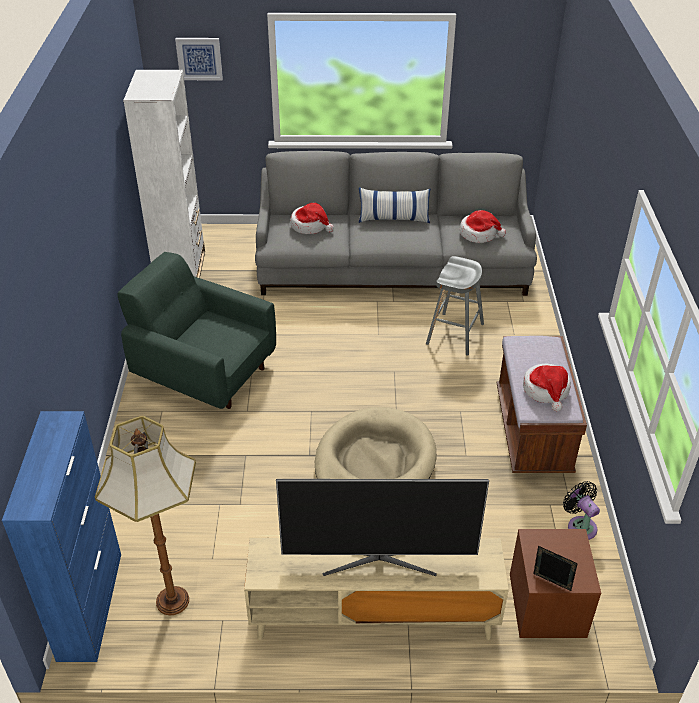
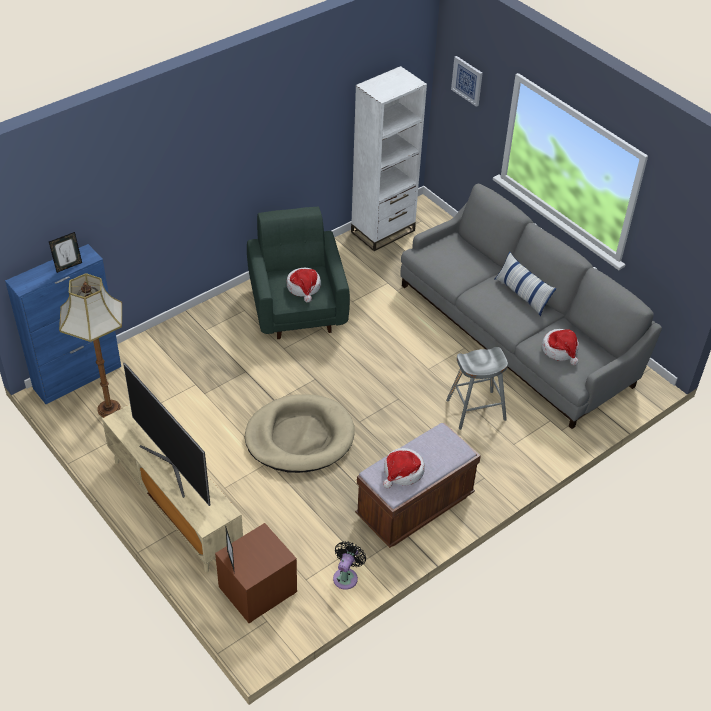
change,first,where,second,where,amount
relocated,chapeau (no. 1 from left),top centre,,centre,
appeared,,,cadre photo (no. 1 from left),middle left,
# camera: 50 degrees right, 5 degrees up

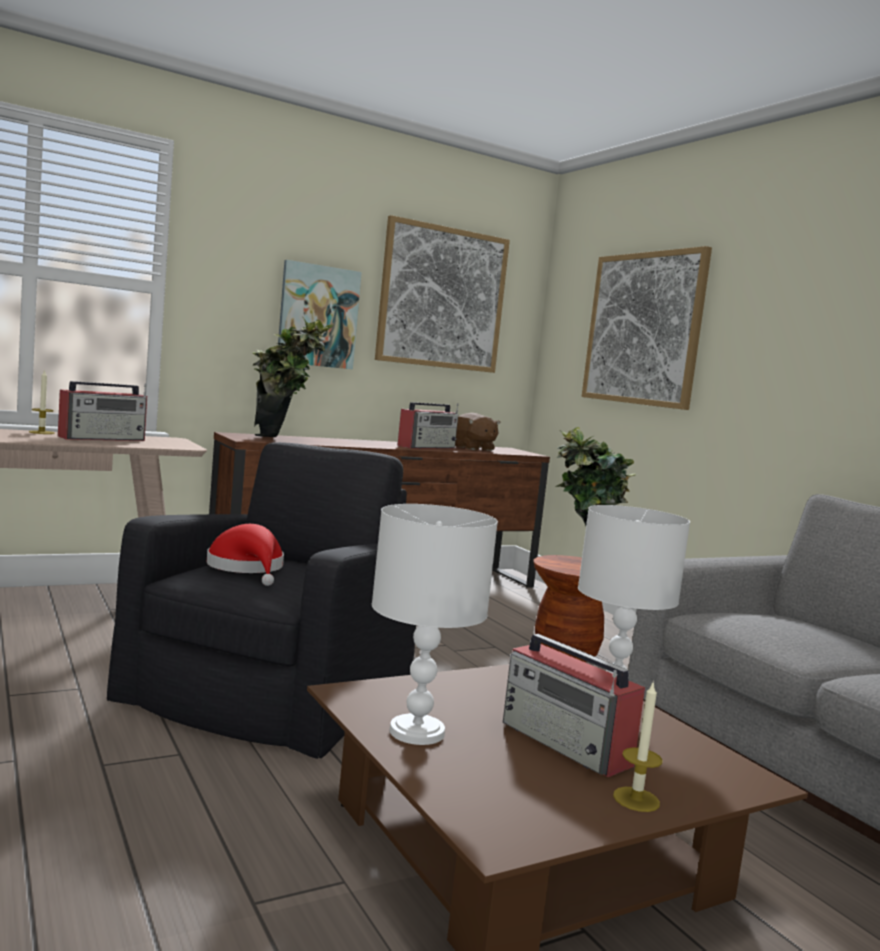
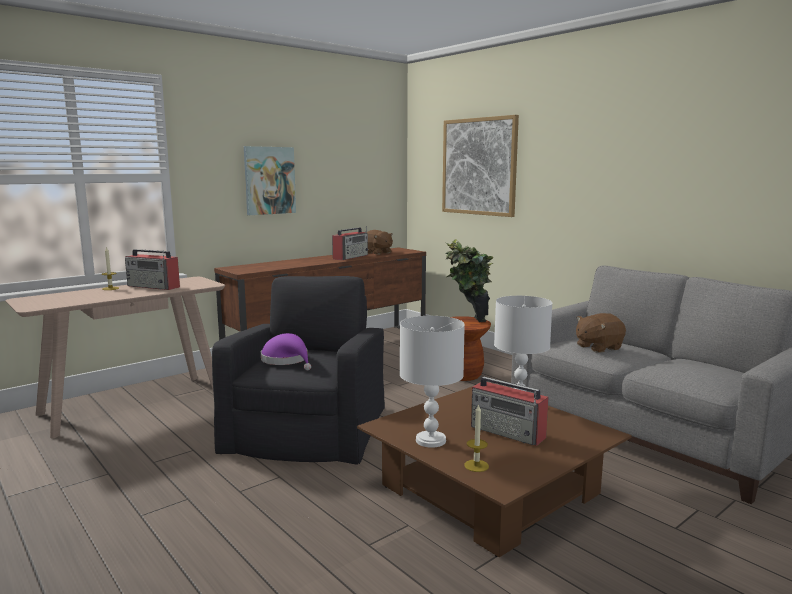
change,first,where,second,where,amount
missing,tableau (no. 2 from left),top centre,,,
missing,plante en pot (no. 1 from left),middle left,,,
spun,radio (no. 1 from left),middle left,,middle left,75 degrees clockwise
colour,chapeau [rouge],middle left,chapeau [violet],centre,
relocated,bougie (no. 2 from left),bottom right,,bottom centre,
appeared,,,peluche [marron] (no. 2 from left),middle right,
# camera: 10 degrees left, 5 degrees up

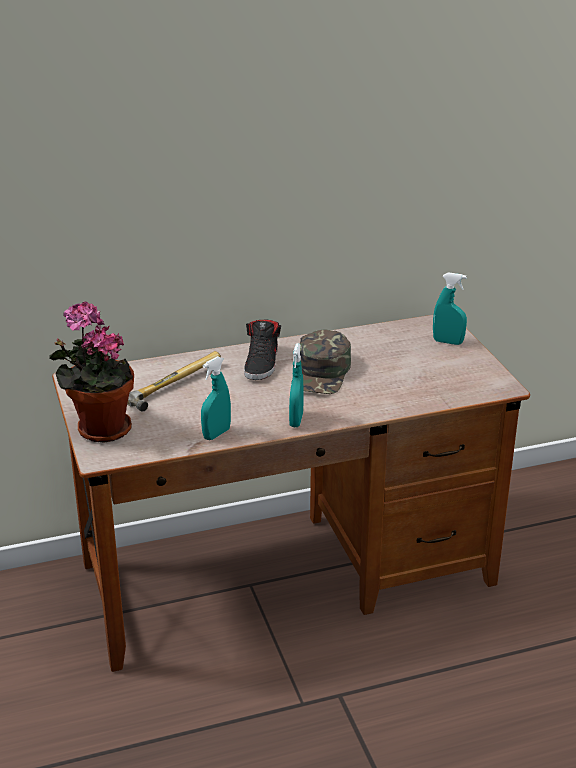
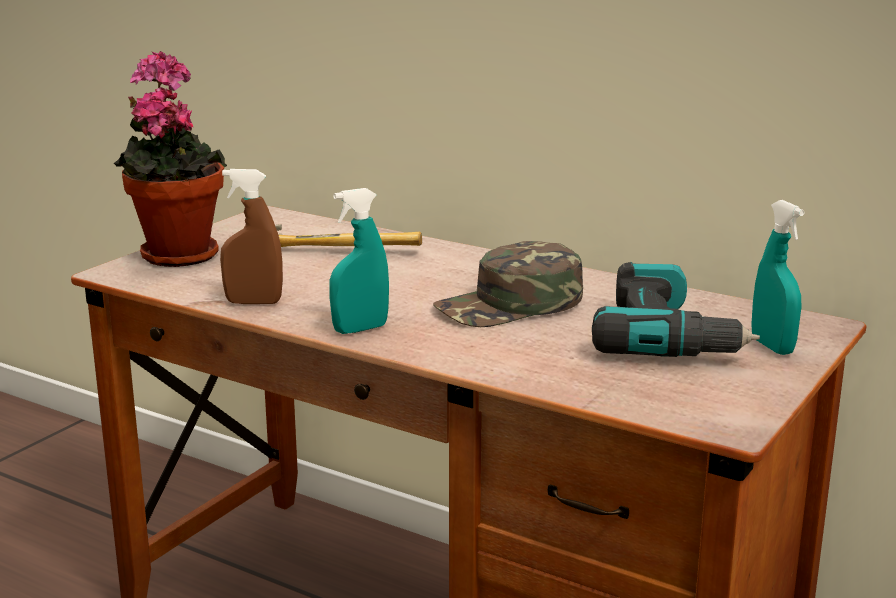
change,first,where,second,where,amount
missing,chaussure [noir],centre,,,
colour,vaporisateur [turquoise] (no. 1 from left),centre,vaporisateur [marron],middle left,
appeared,,,perceuse,middle right,
# camera: 50 degrees right, 10 degrees down

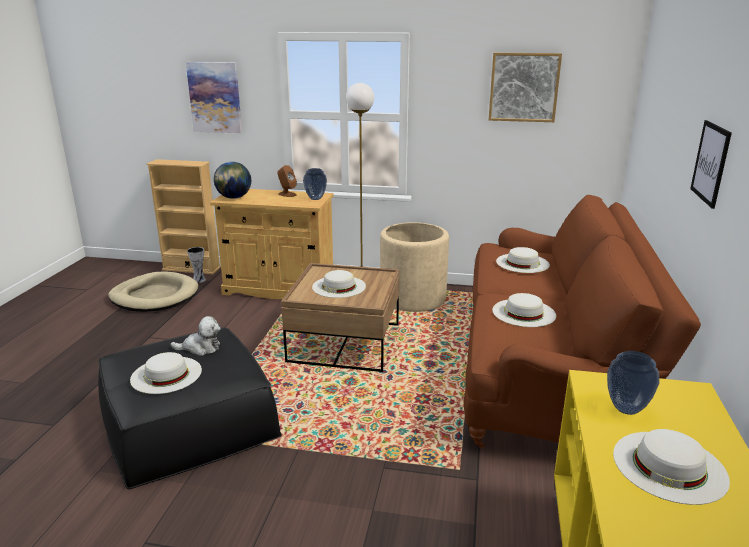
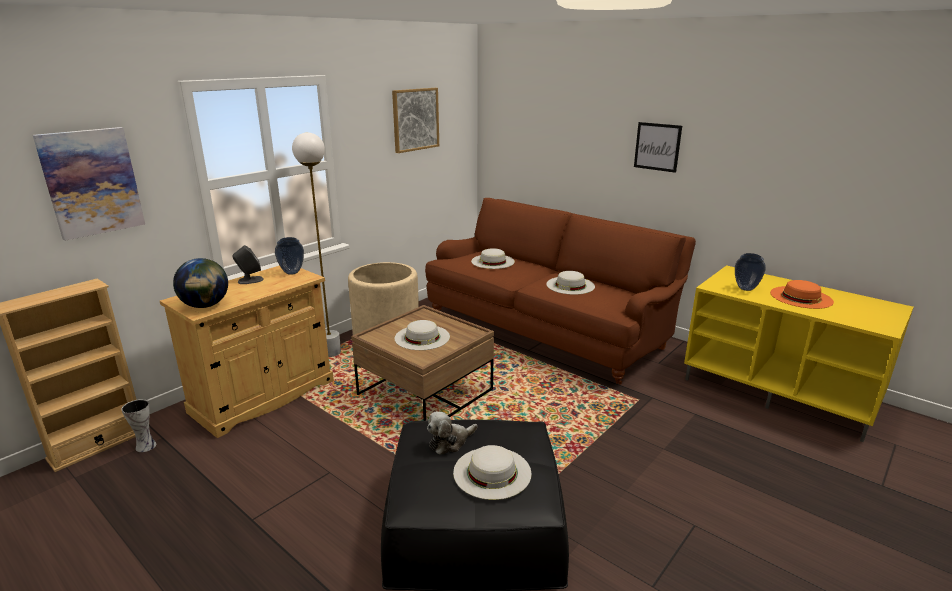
change,first,where,second,where,amount
colour,enceinte [marron],top centre,enceinte [gris],middle left,
missing,panier pour chien [beige],middle left,,,
spun,peluche,middle left,,bottom centre,150 degrees counterclockwise
colour,chapeau [blanc] (no. 5 from left),bottom right,chapeau [orange],middle right,
# camera: 60 degrees left, 0 degrees up

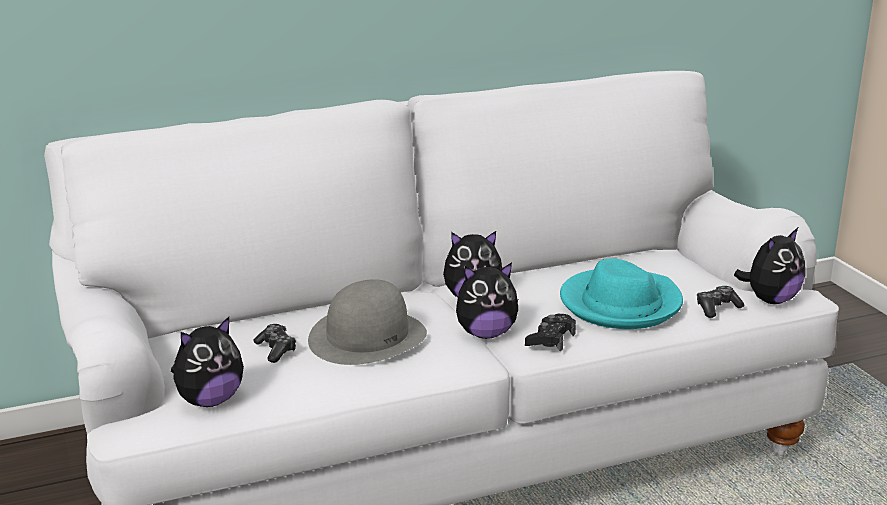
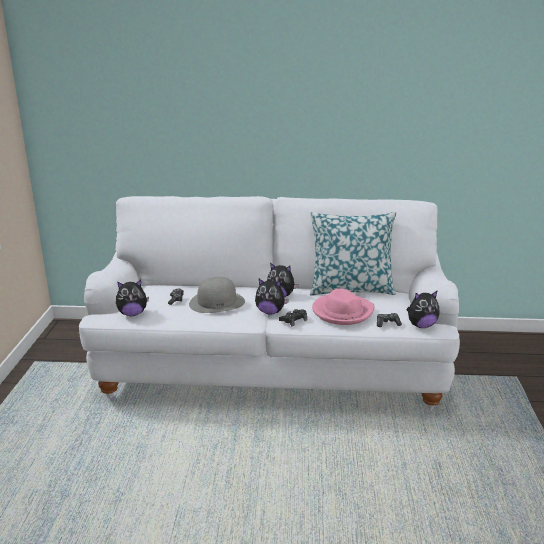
change,first,where,second,where,amount
colour,chapeau [turquoise],middle right,chapeau [rose],centre,
appeared,,,coussin,centre,
# camera: 25 degrees right, 0 degrees up

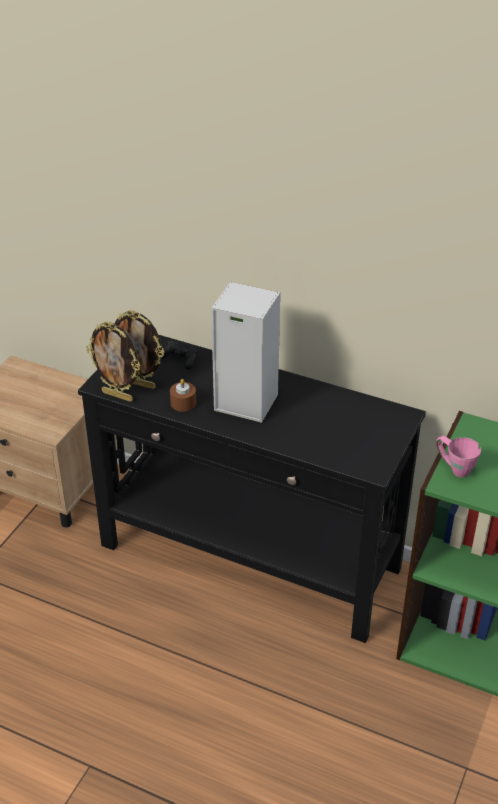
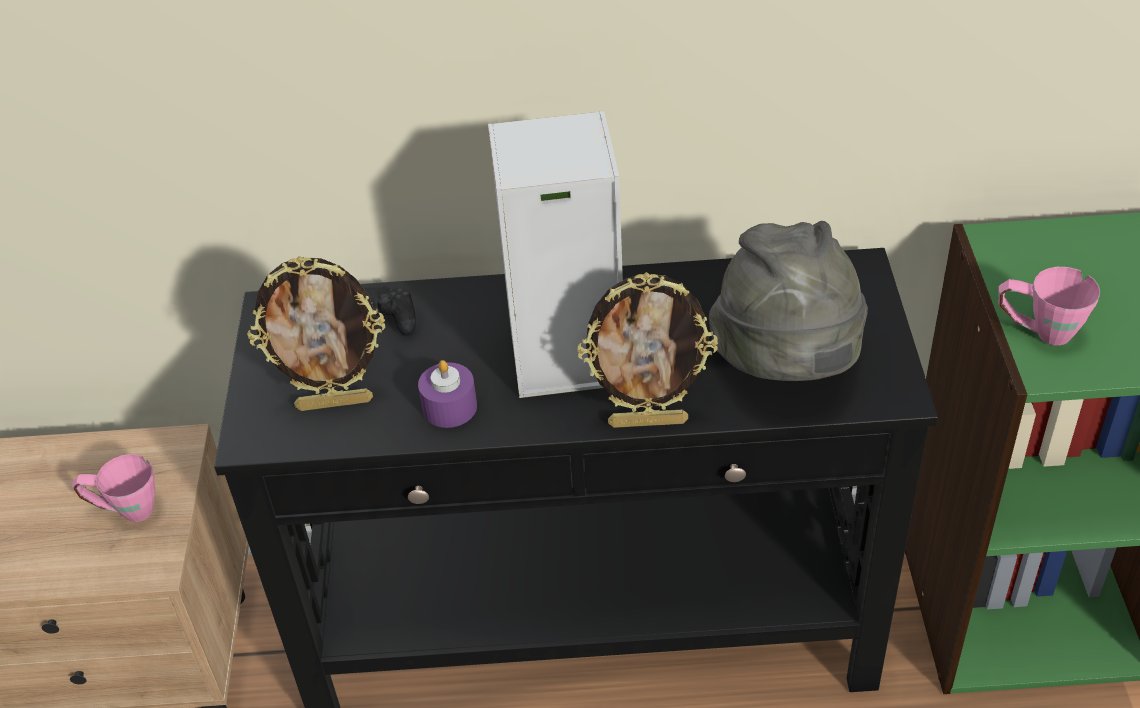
change,first,where,second,where,amount
relocated,cadre photo (no. 1 from left in the first image),middle left,cadre photo (no. 2 from left),centre,
colour,bougie [marron],centre,bougie [violet],centre,
appeared,,,chapeau [gris],middle right,
appeared,,,mug [rose] (no. 1 from left),bottom left,
# camera: 25 degrees left, 5 degrees up

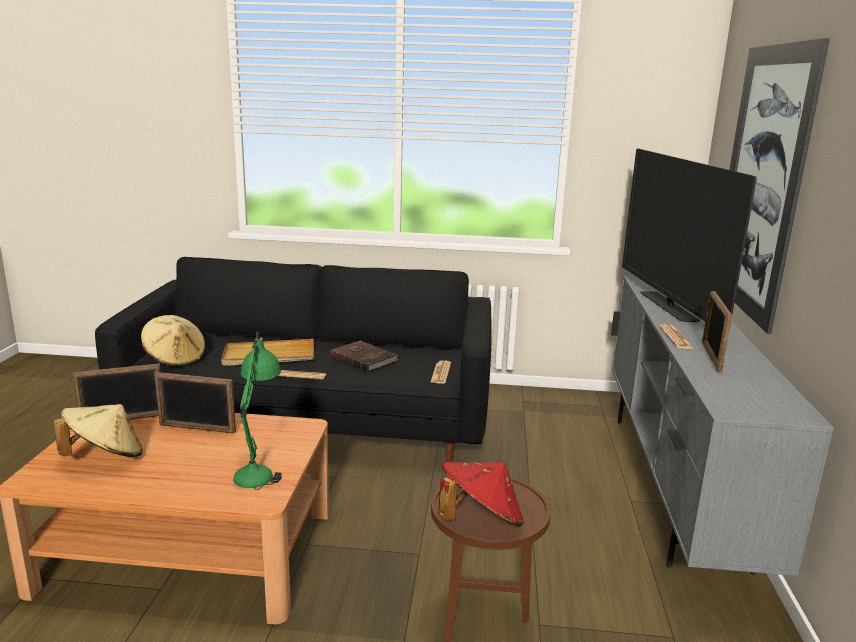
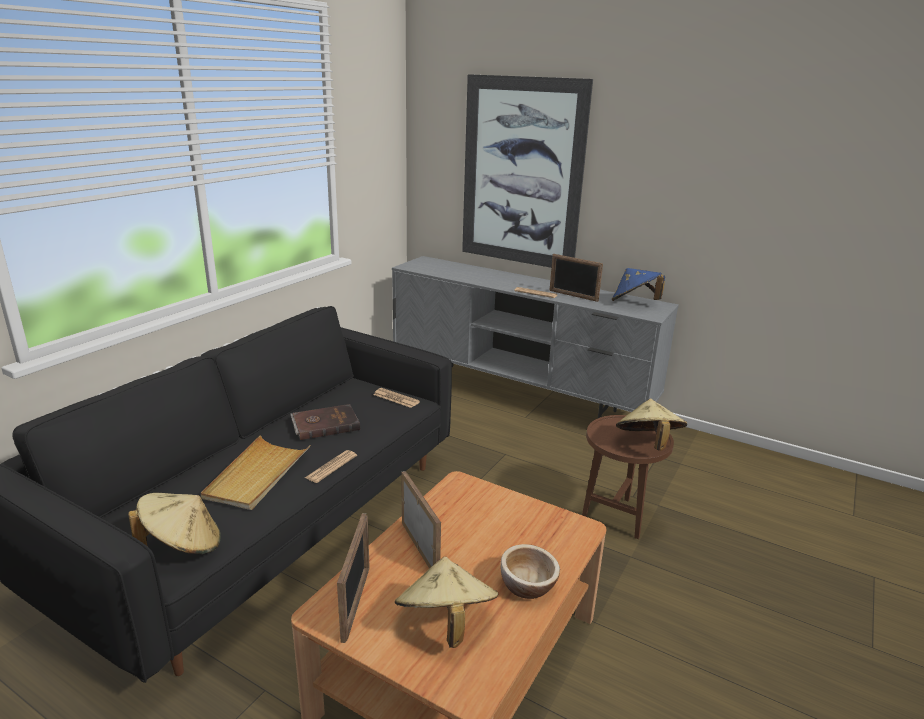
change,first,where,second,where,amount
missing,téléviseur,middle right,,,
missing,lampe de table [vert],middle left,,,
spun,cadre photo (no. 2 from left),middle left,,bottom centre,60 degrees counterclockwise
colour,chapeau [rouge],bottom centre,chapeau [beige] (no. 3 from left),middle right,
appeared,,,chapeau [bleu],middle right,
appeared,,,bol,bottom centre,
# camera: 65 degrees left, 5 degrees up

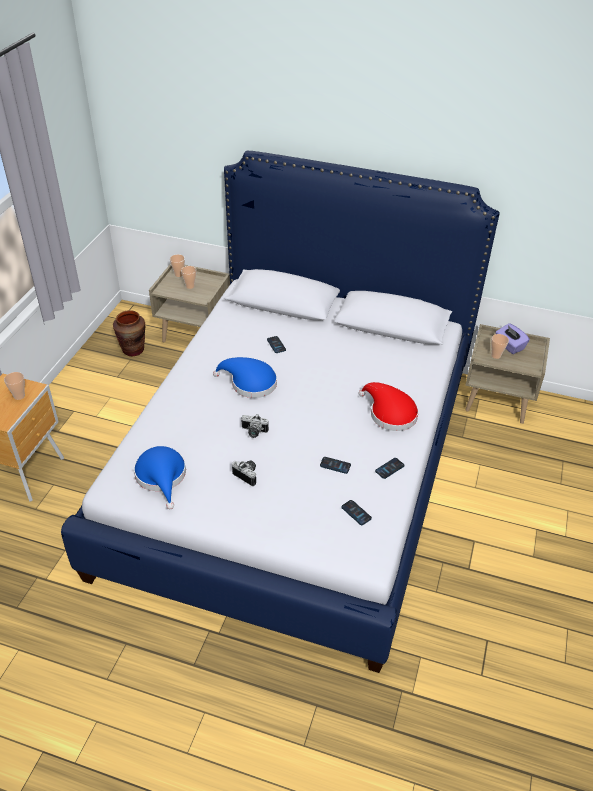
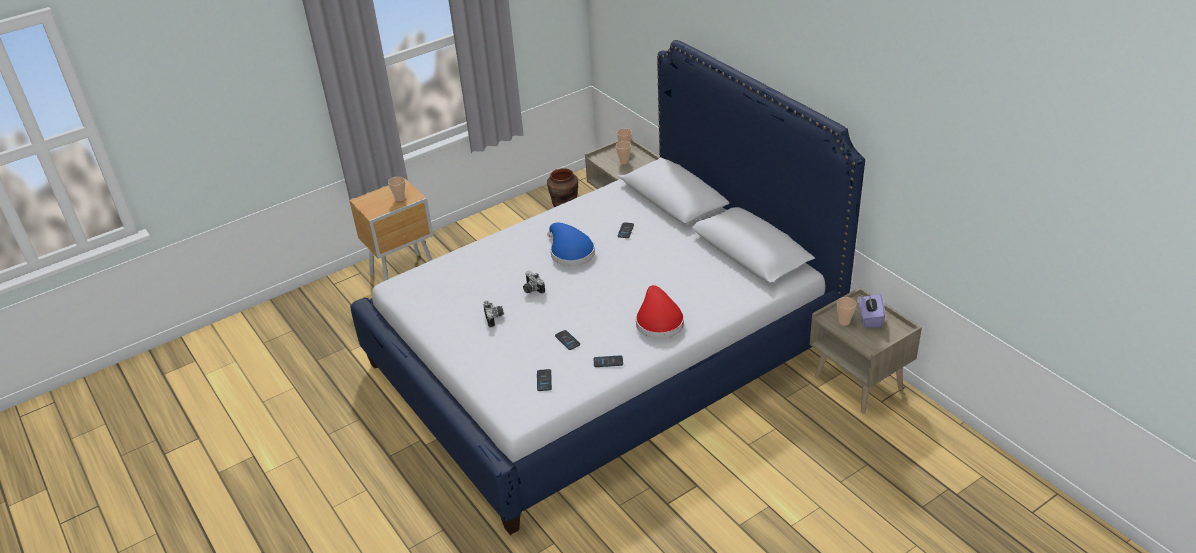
change,first,where,second,where,amount
missing,chapeau [bleu] (no. 1 from left),middle left,,,
# camera: 40 degrees right, 5 degrees down

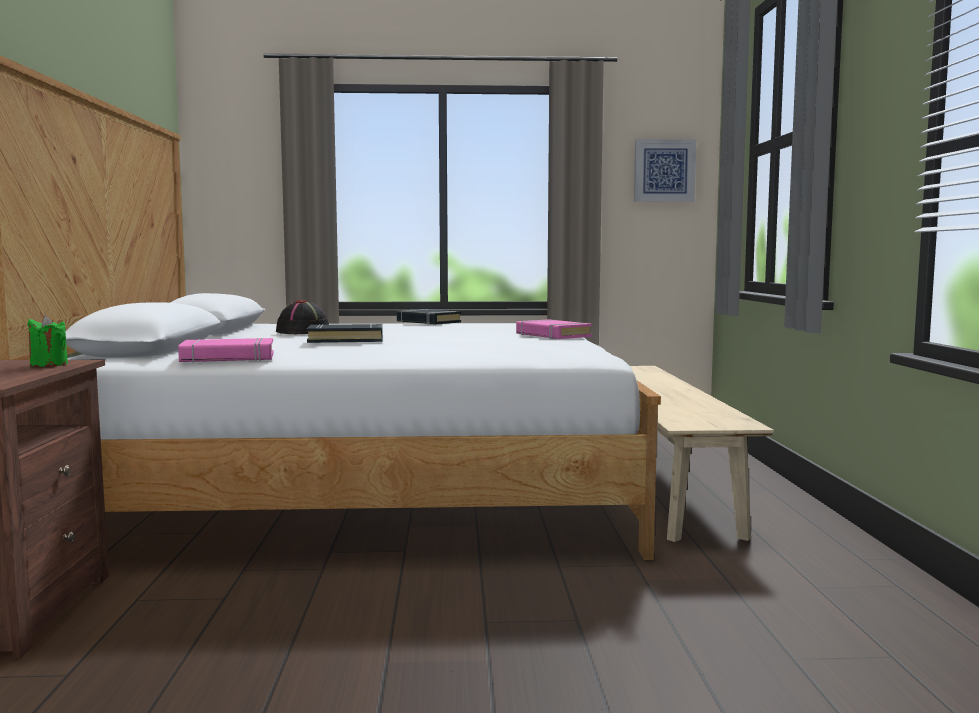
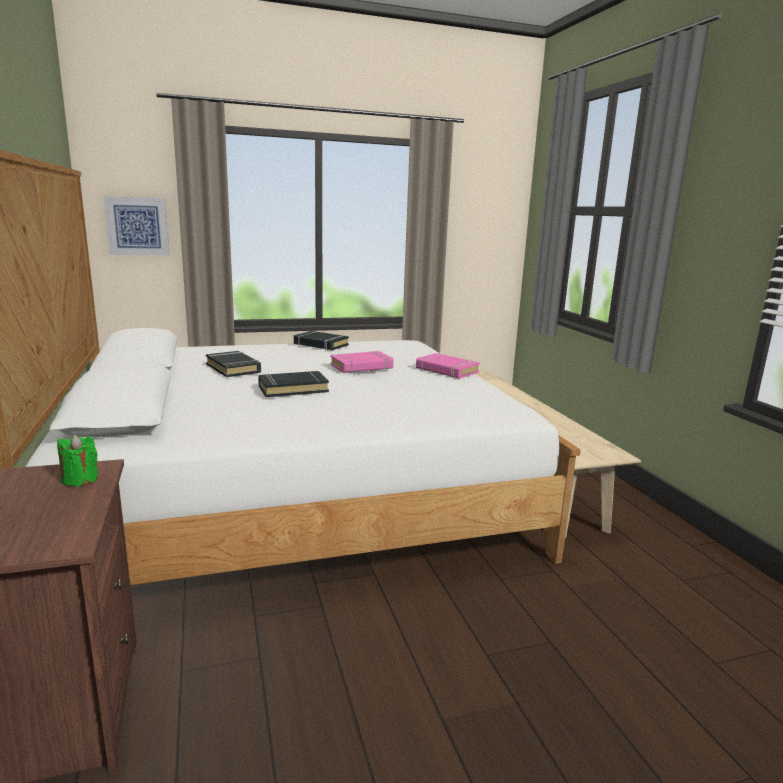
change,first,where,second,where,amount
relocated,tableau,top right,,top left,
exchanged,chapeau [noir],middle left,livre [noir] (no. 1 from left),middle left,
relocated,livre [rose] (no. 1 from left),middle left,,centre,
# camera: 15 degrees left, 10 degrees up

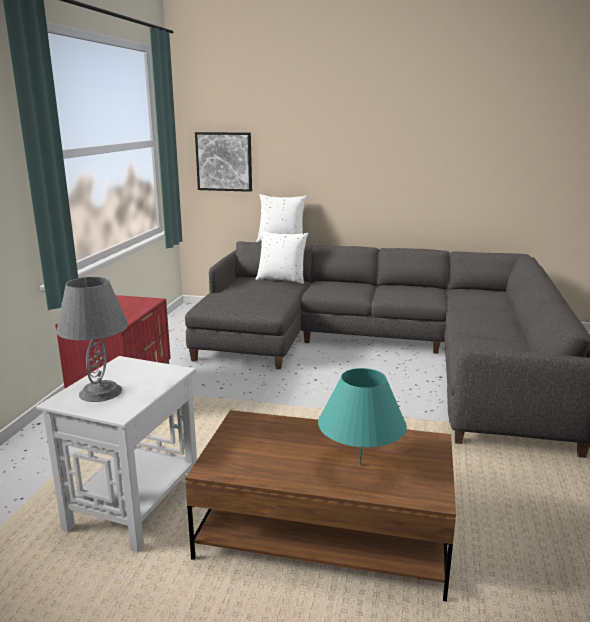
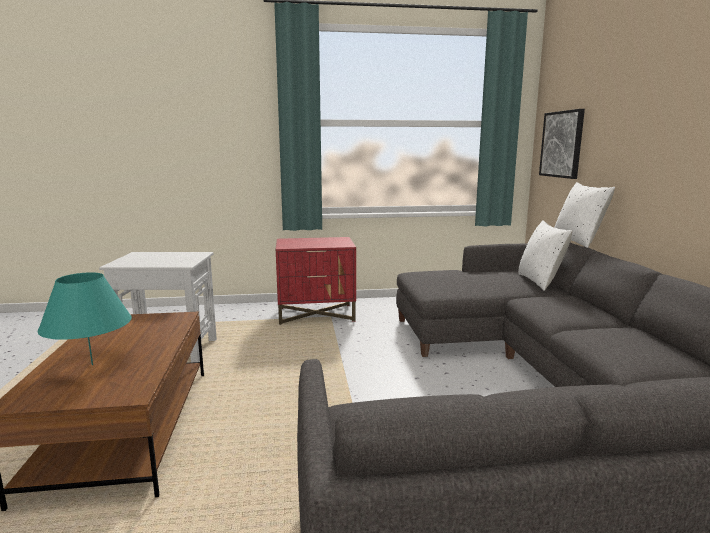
change,first,where,second,where,amount
missing,lampe de table [gris],middle left,,,
# camera: 70 degrees right, 5 degrees down

